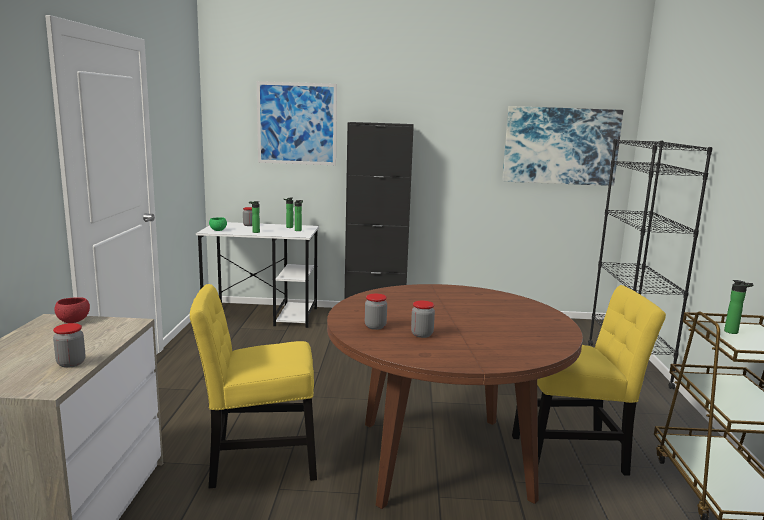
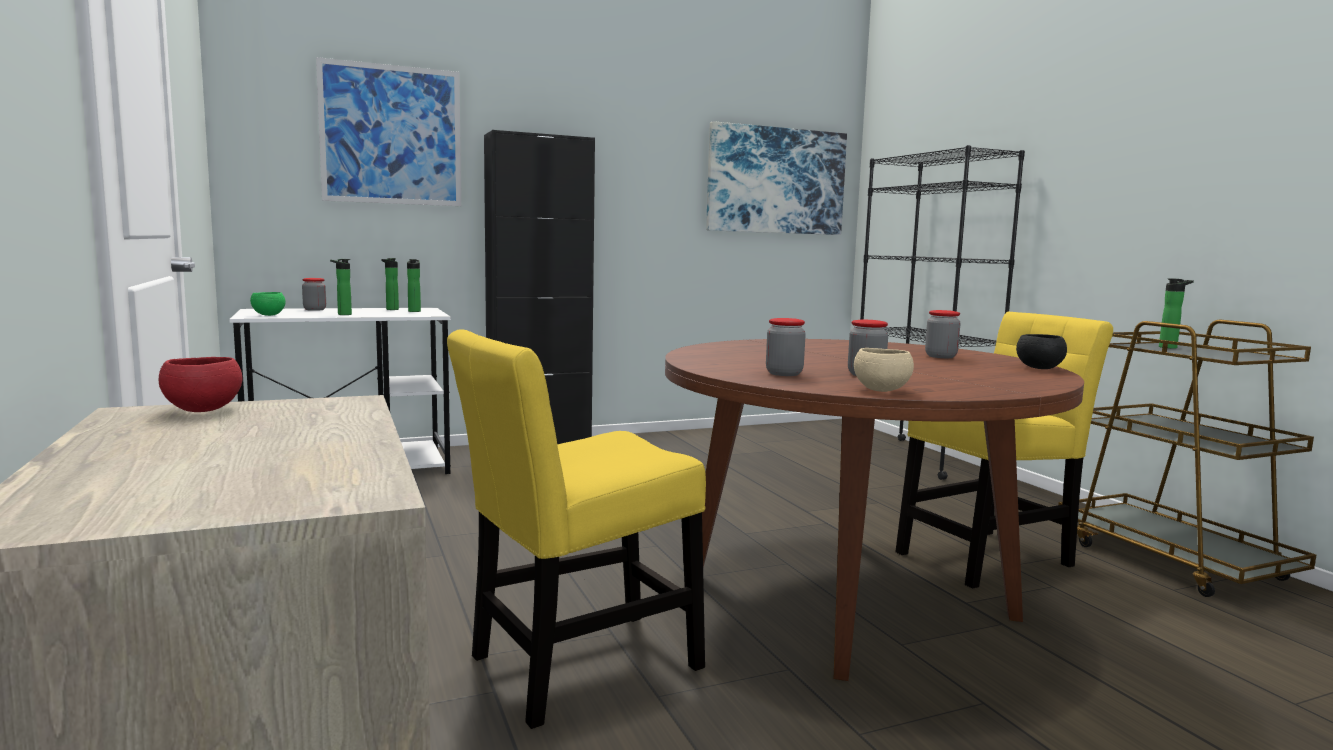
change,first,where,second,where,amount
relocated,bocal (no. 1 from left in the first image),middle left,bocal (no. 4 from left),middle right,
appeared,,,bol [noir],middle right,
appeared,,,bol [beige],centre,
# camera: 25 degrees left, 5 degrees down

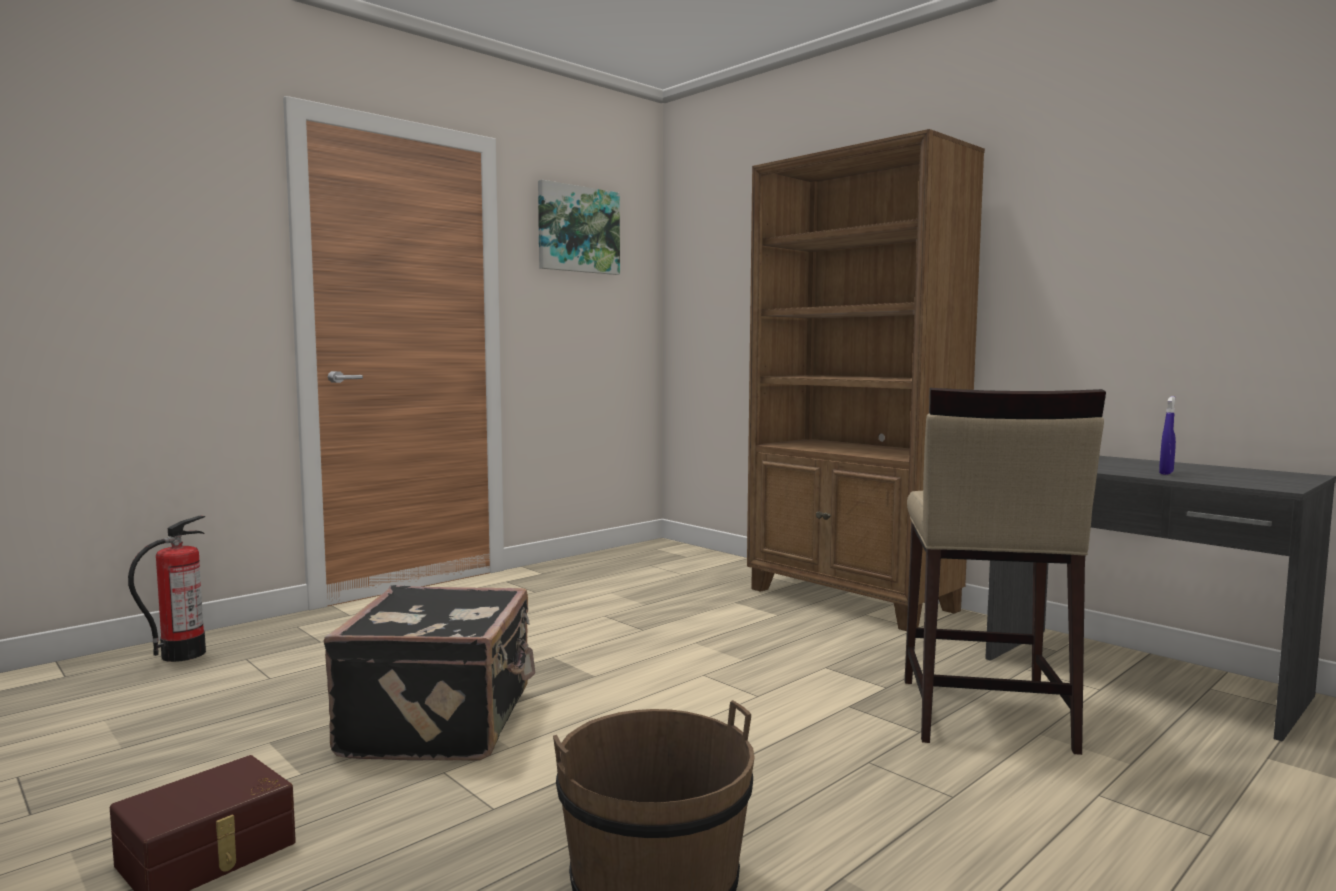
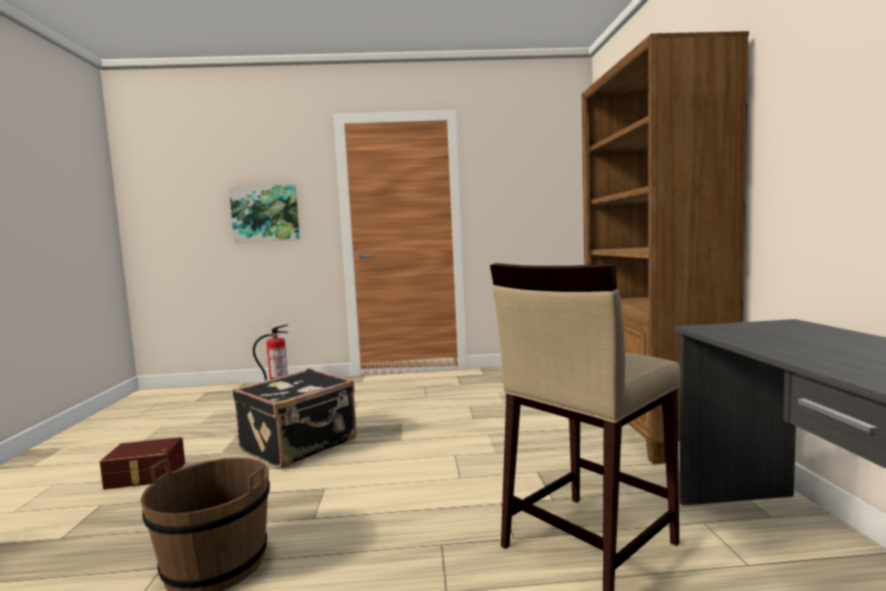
change,first,where,second,where,amount
relocated,tableau,top centre,,middle left,
missing,vaporisateur [bleu],middle right,,,
# camera: 40 degrees right, 0 degrees up

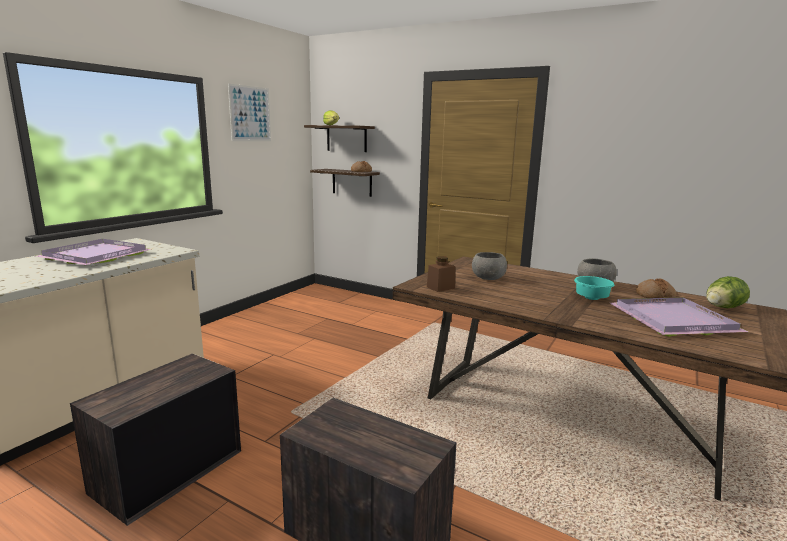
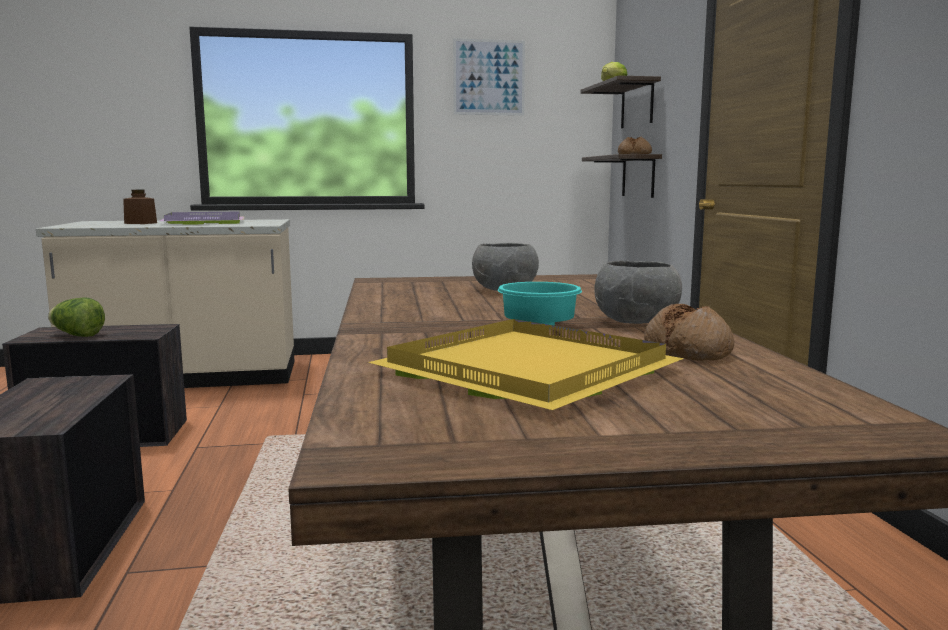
change,first,where,second,where,amount
relocated,bocal [marron],centre,,top left,
relocated,laitue (no. 2 from left in the first image),middle right,laitue (no. 1 from left),middle left,
colour,plateau [violet] (no. 2 from left),middle right,plateau [jaune],centre,
# camera: 50 degrees right, 5 degrees down

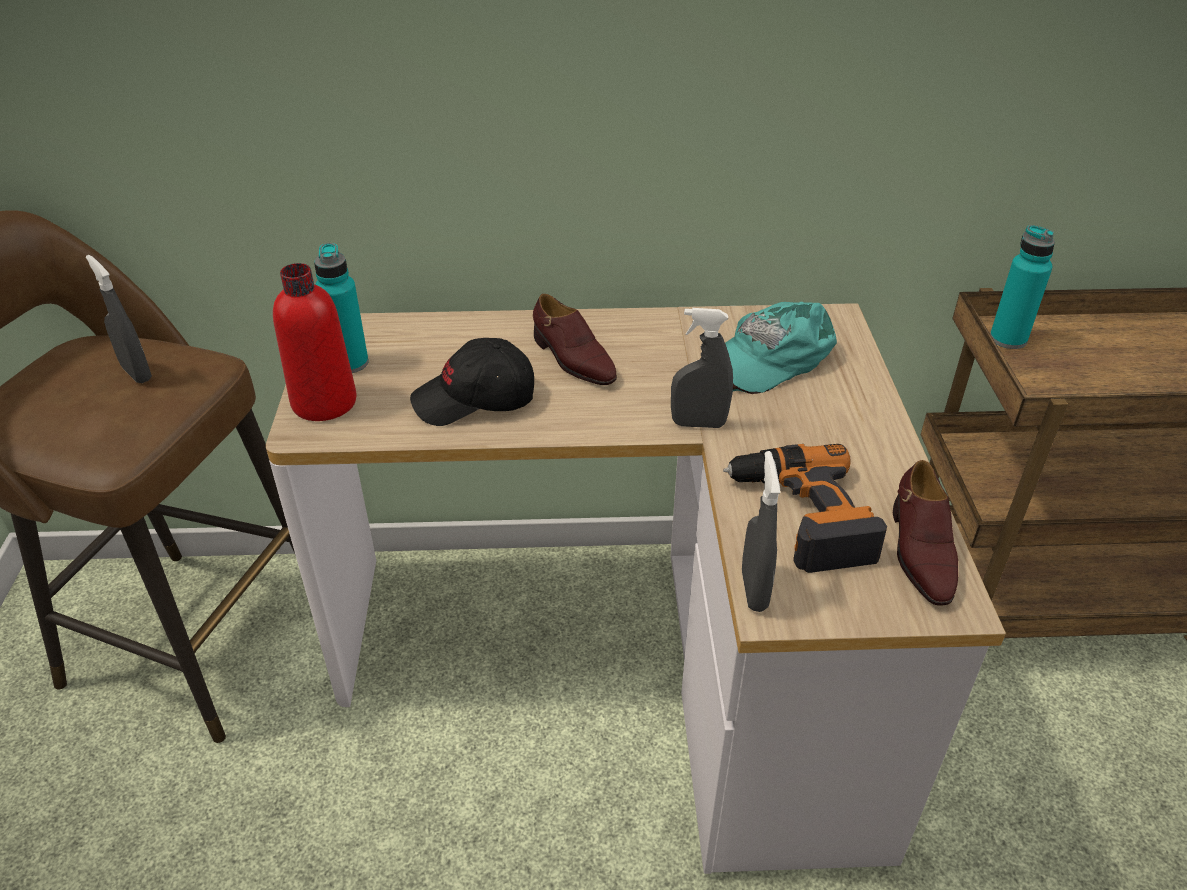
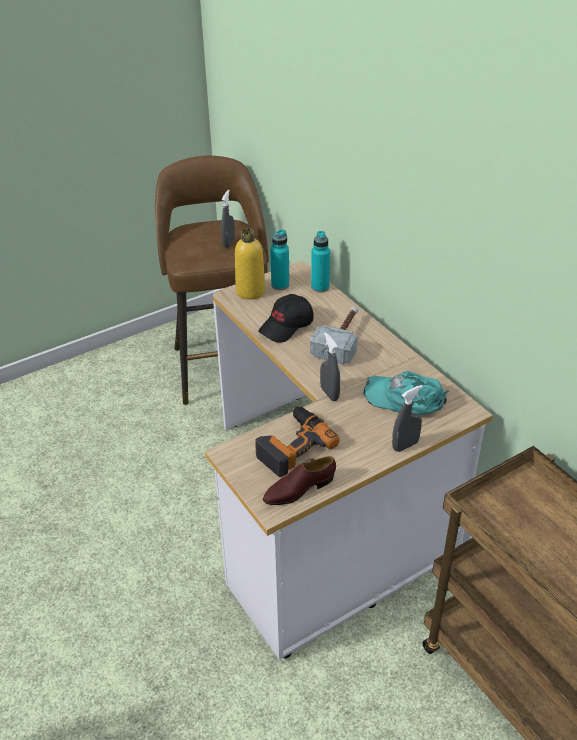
change,first,where,second,where,amount
relocated,bouteille [turquoise] (no. 2 from left),top right,,centre,
colour,bouteille [rouge],middle left,bouteille [jaune],centre,
exchanged,chaussure [marron] (no. 1 from left),centre,marteau,centre,
spun,casquette [noir],centre,,centre,90 degrees counterclockwise
relocated,vaporisateur [gris] (no. 3 from left),centre,,middle right,
# camera: 60 degrees right, 0 degrees up

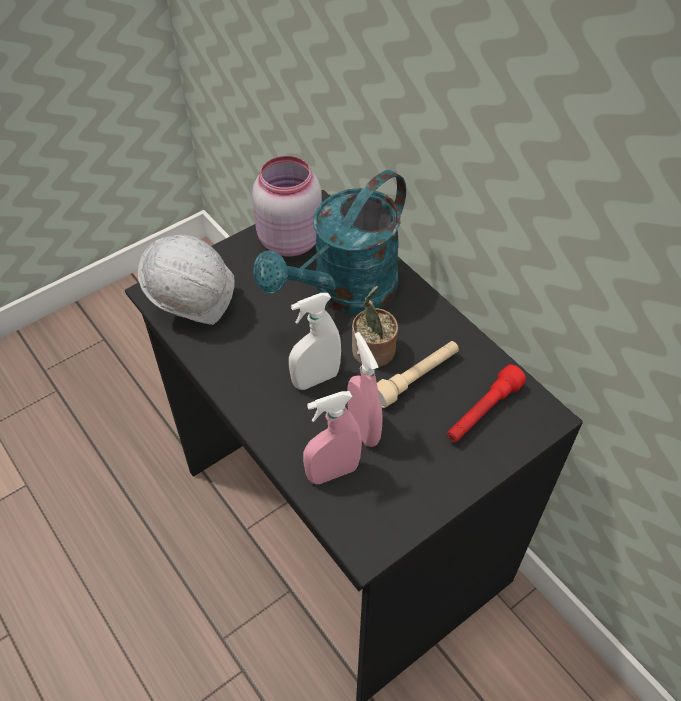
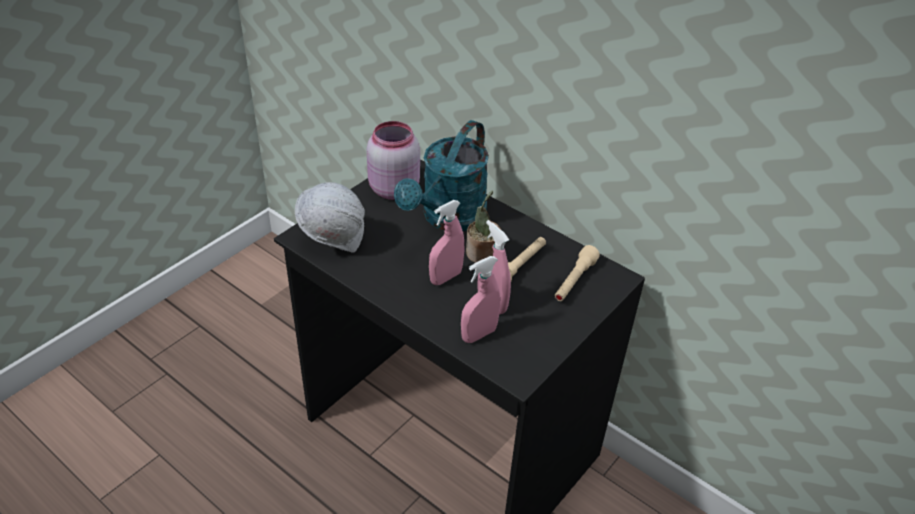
change,first,where,second,where,amount
colour,vaporisateur [blanc],centre,vaporisateur [rose] (no. 1 from left),centre,
colour,lampe de poche [rouge],middle right,lampe de poche [beige] (no. 2 from left),centre,
# camera: 15 degrees left, 10 degrees down

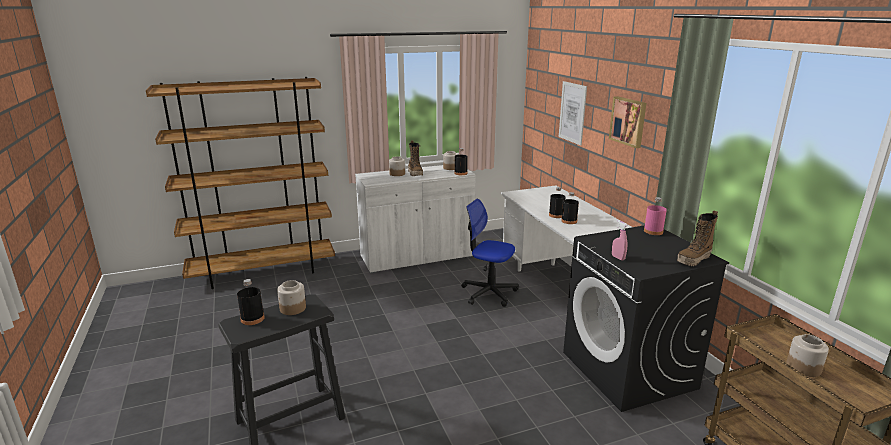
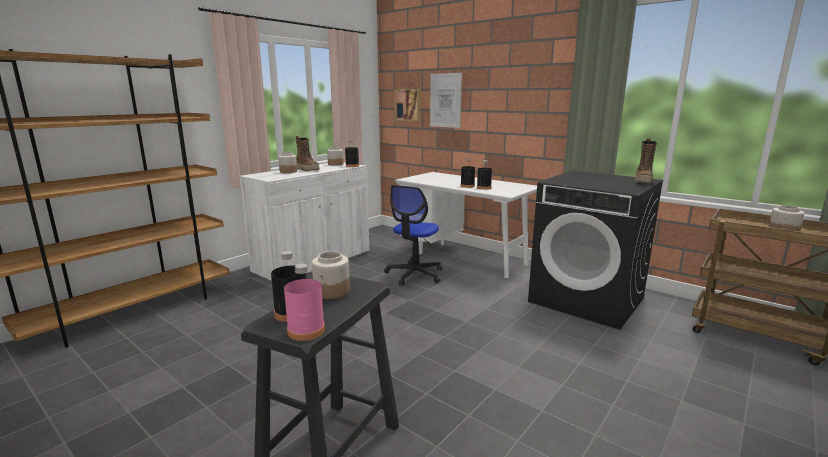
change,first,where,second,where,amount
relocated,tableau (no. 2 from left in the first image),top right,tableau (no. 1 from left),top centre,
relocated,bouteille [rose],middle right,,centre,
spun,chaise de bureau,centre,,centre,60 degrees counterclockwise
missing,vaporisateur [rose],middle right,,,
# camera: 30 degrees left, 5 degrees down

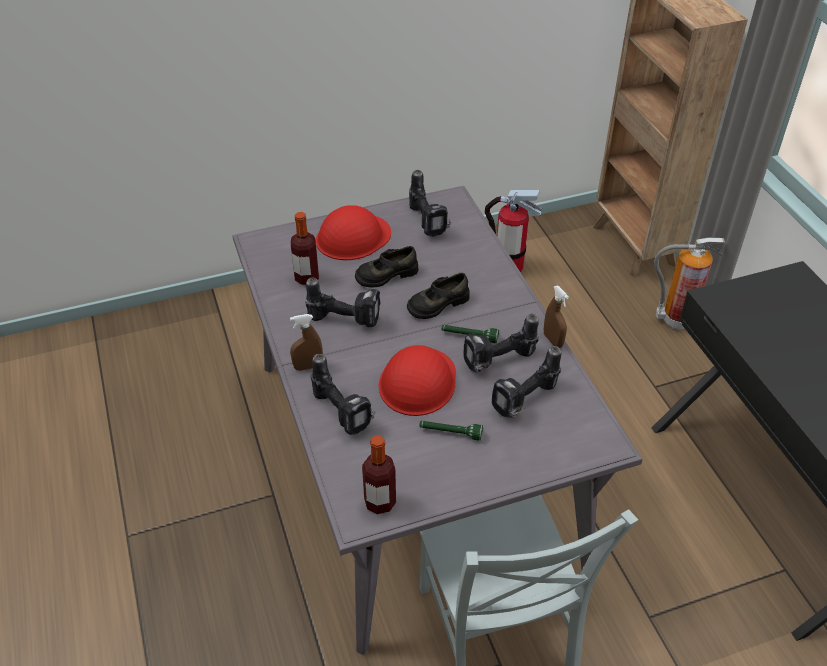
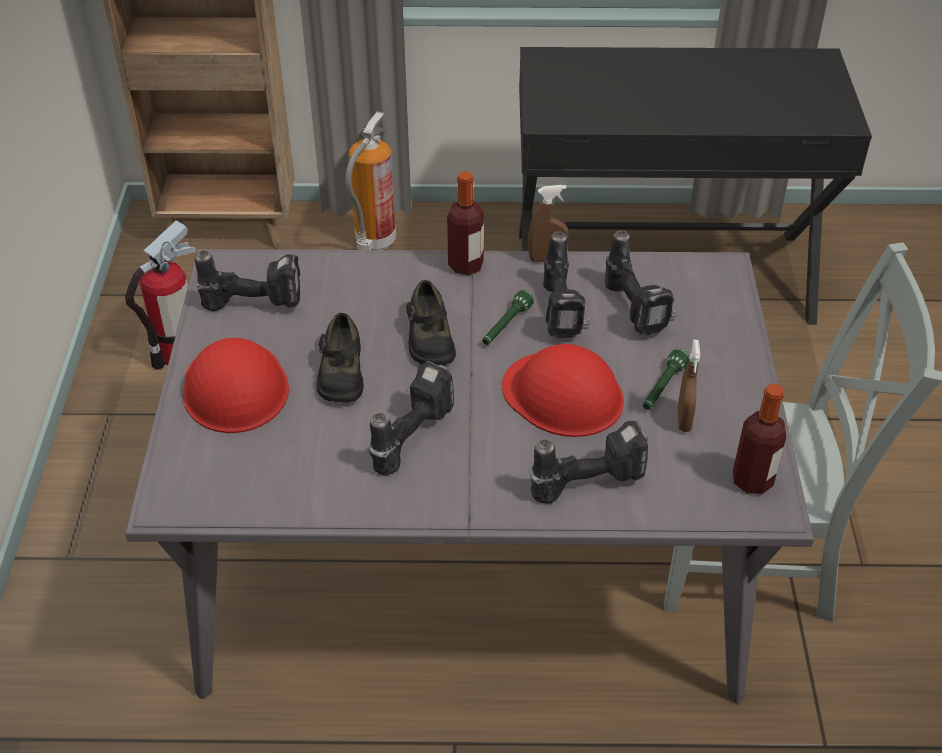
change,first,where,second,where,amount
relocated,bouteille (no. 1 from left),centre,,top centre,
relocated,vaporisateur [marron] (no. 1 from left in the first image),centre,vaporisateur [marron] (no. 2 from left),middle right,
# camera: 70 degrees left, 0 degrees up

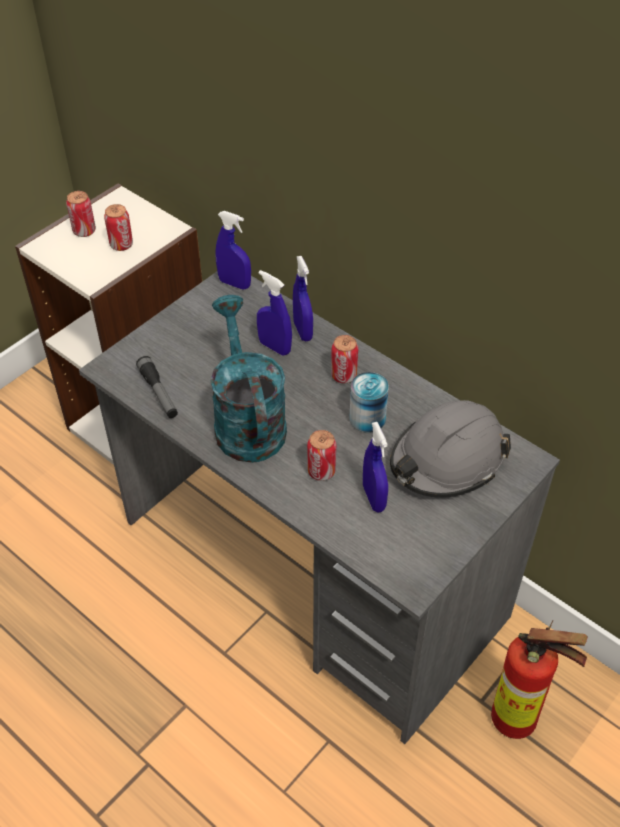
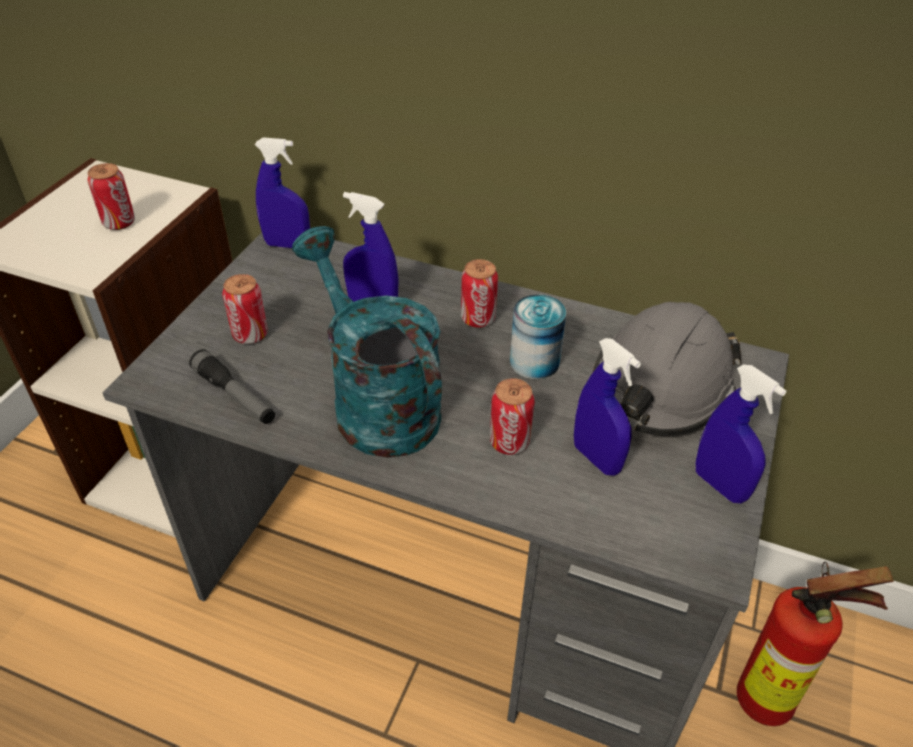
change,first,where,second,where,amount
relocated,boîte métallique (no. 1 from left in the first image),top left,boîte métallique (no. 2 from left),middle left,
relocated,vaporisateur [bleu] (no. 3 from left in the first image),centre,vaporisateur [bleu] (no. 4 from left),middle right,
# camera: 20 degrees left, 5 degrees down

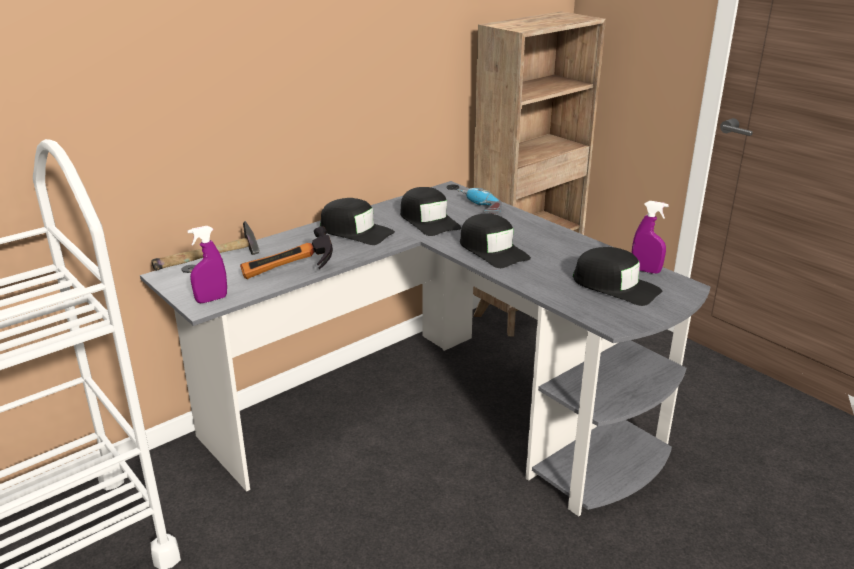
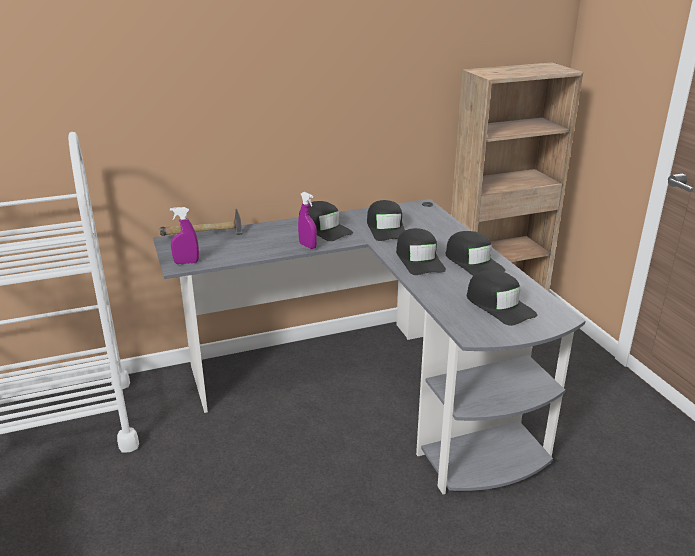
change,first,where,second,where,amount
missing,perceuse,centre,,,
relocated,vaporisateur [violet] (no. 2 from left),middle right,,centre,
missing,marteau (no. 2 from left),centre,,,
appeared,,,casquette [noir] (no. 4 from left),middle right,
# camera: 20 degrees right, 0 degrees up

